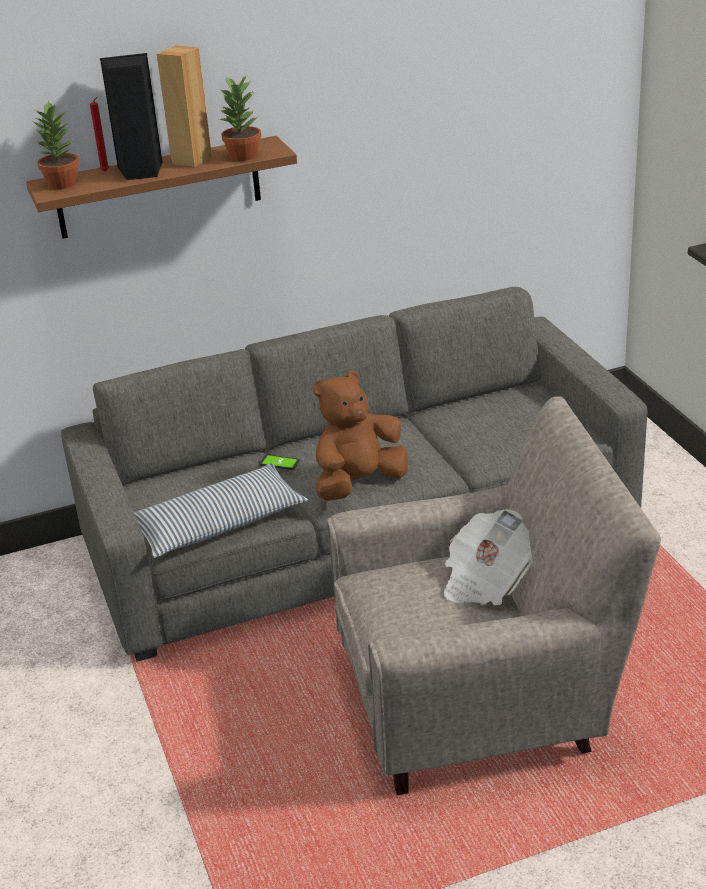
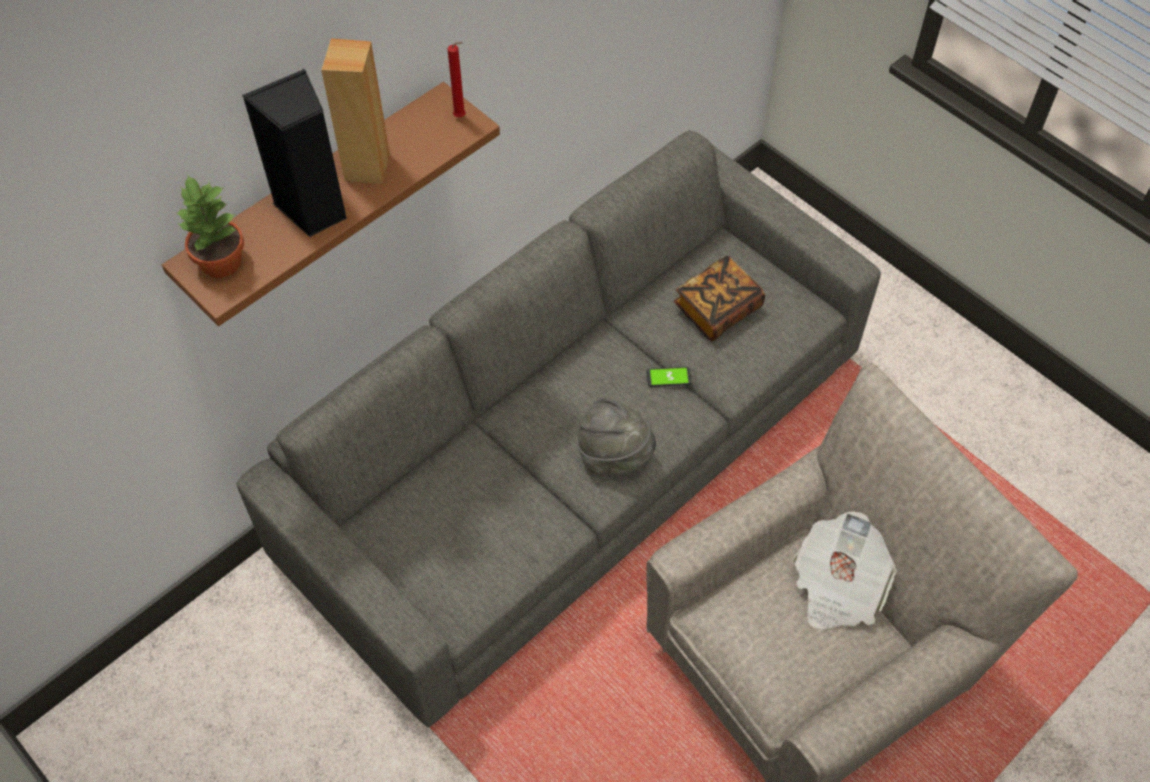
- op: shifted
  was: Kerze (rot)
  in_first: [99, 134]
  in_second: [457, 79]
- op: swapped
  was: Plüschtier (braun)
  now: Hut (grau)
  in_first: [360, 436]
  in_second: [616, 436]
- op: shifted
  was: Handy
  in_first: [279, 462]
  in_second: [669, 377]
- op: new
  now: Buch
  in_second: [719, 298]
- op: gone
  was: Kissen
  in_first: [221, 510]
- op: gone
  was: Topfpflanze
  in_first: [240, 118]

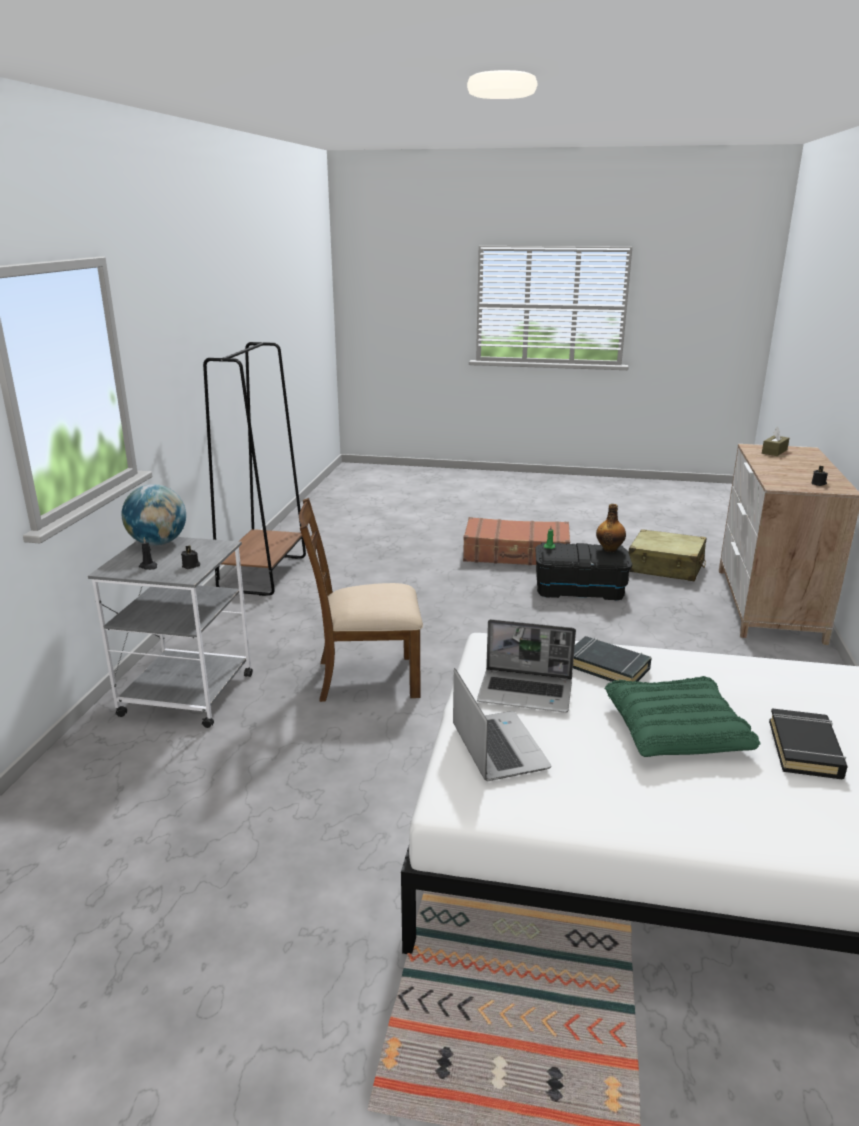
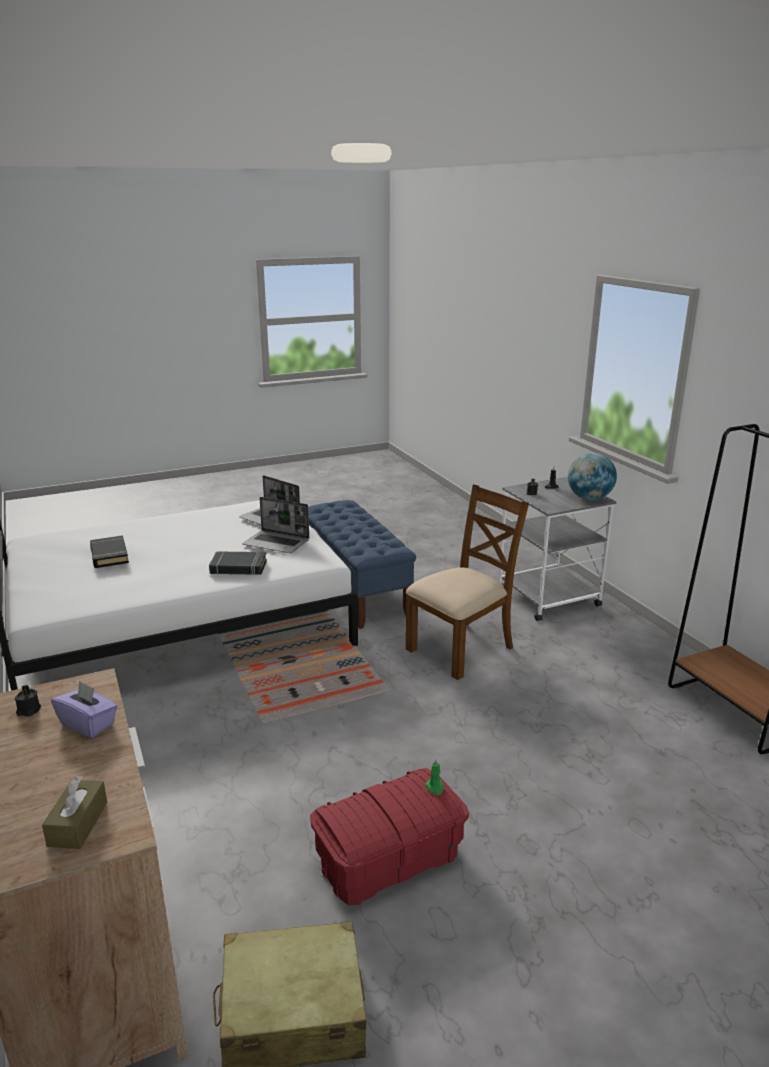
- op: new
  now: Taschentuchbox (lila)
  in_second: [84, 709]
- op: rotated
  was: Laptop
  in_first: [526, 666]
  in_second: [276, 525]
  clockwise: -135
- op: new
  now: Bank (blau)
  in_second: [362, 564]
- op: repainted
  was: Aufbewahrungsbox (schwarz)
  now: Aufbewahrungsbox (rot)
  in_first: [583, 572]
  in_second: [389, 836]
- op: gone
  was: Koffer (braun)
  in_first: [516, 541]
- op: gone
  was: Flasche
  in_first: [611, 528]
- op: gone
  was: Kissen (grün)
  in_first: [682, 716]

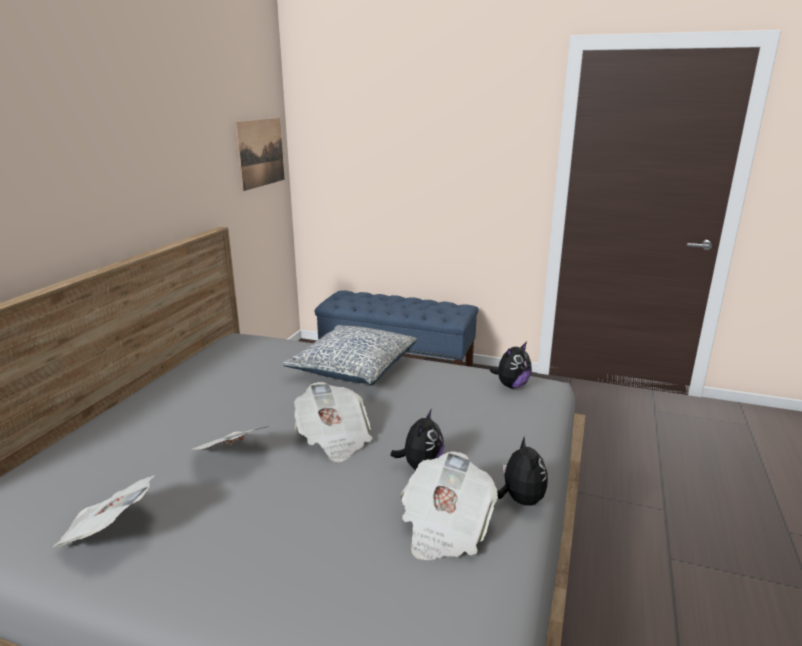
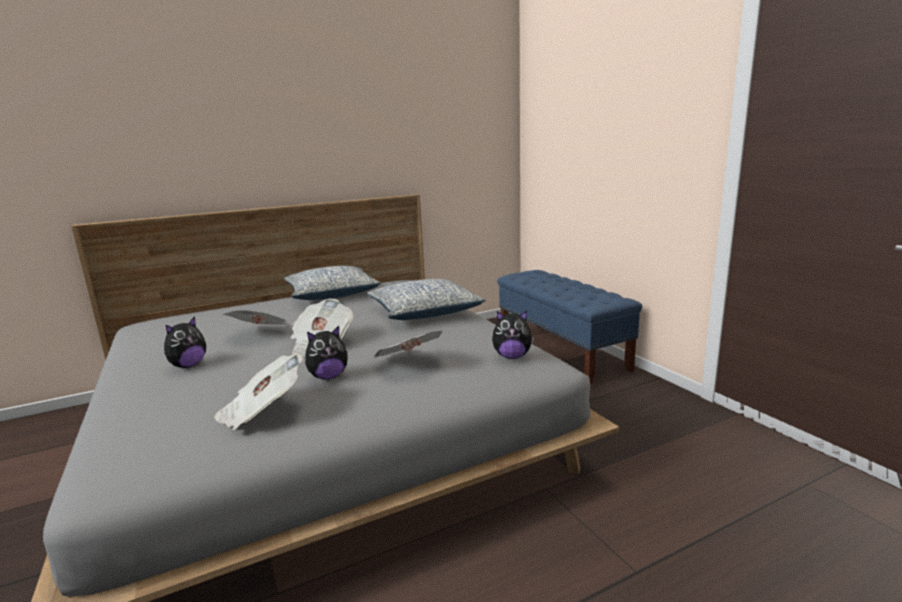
- op: shifted
  was: Plüschtier
  in_first: [522, 471]
  in_second: [185, 342]
- op: new
  now: Kissen
  in_second: [332, 283]
- op: shifted
  was: Zeitung
  in_first: [104, 511]
  in_second: [408, 344]
- op: gone
  was: Bild
  in_first: [260, 154]

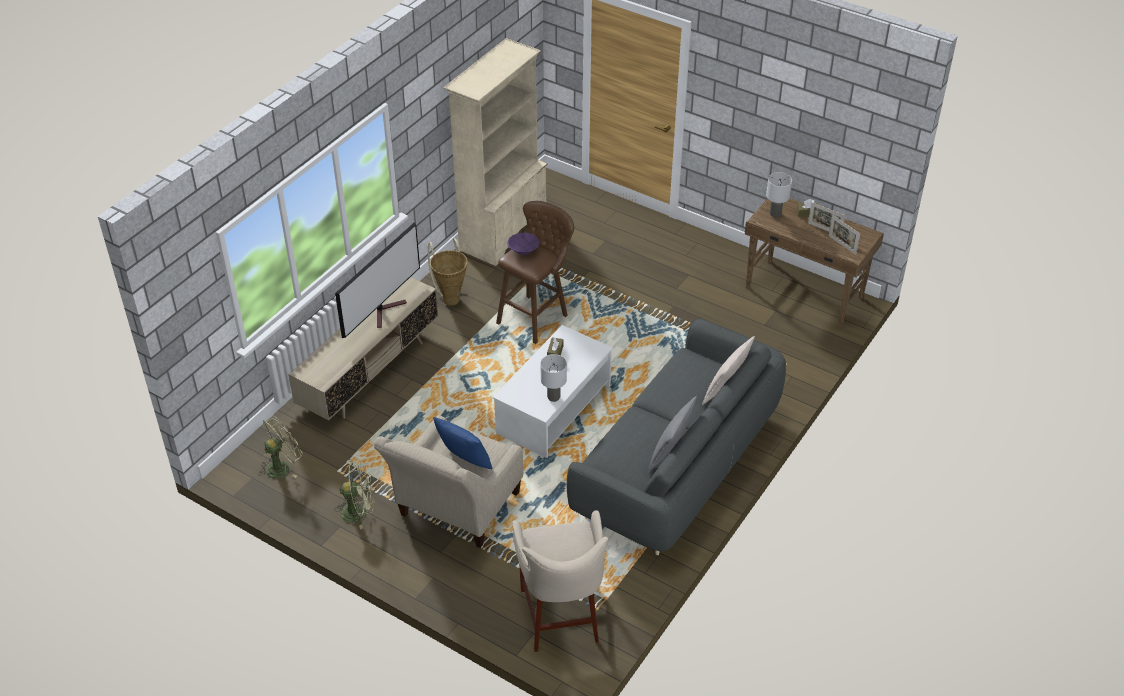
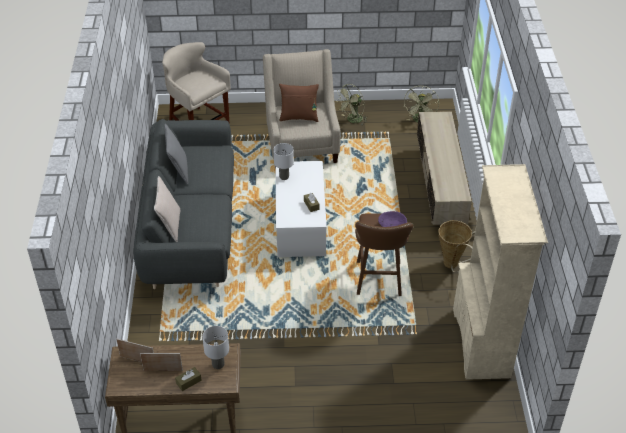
- op: repainted
  was: Kissen (blau)
  now: Kissen (braun)
  in_first: [463, 443]
  in_second: [299, 103]
- op: gone
  was: Fernseher
  in_first: [377, 280]

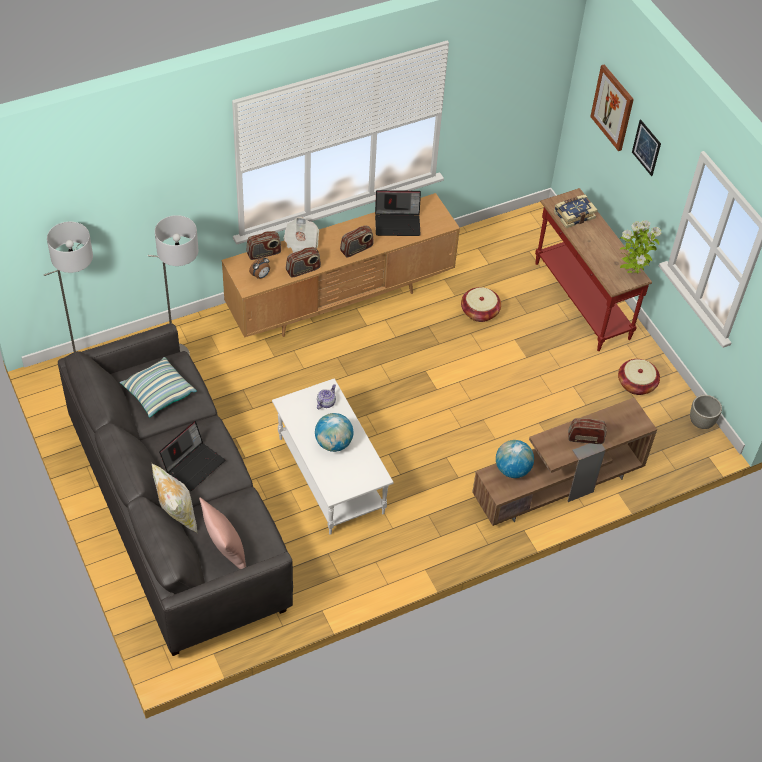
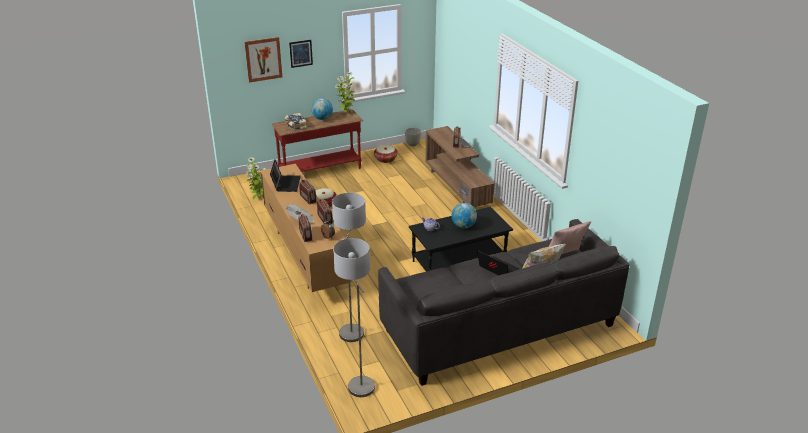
- op: new
  now: Topfpflanze
  in_second: [256, 178]
- op: shifted
  was: Globus
  in_first: [515, 459]
  in_second: [322, 109]
- op: repainted
  was: Couchtisch (weiß)
  now: Couchtisch (schwarz)
  in_first: [333, 456]
  in_second: [461, 239]
- op: gone
  was: Kissen
  in_first: [158, 387]

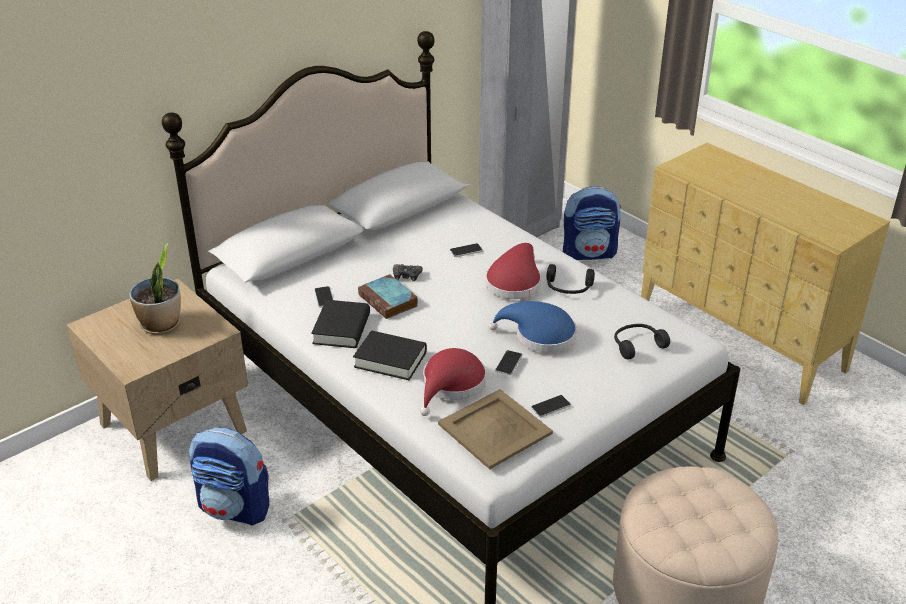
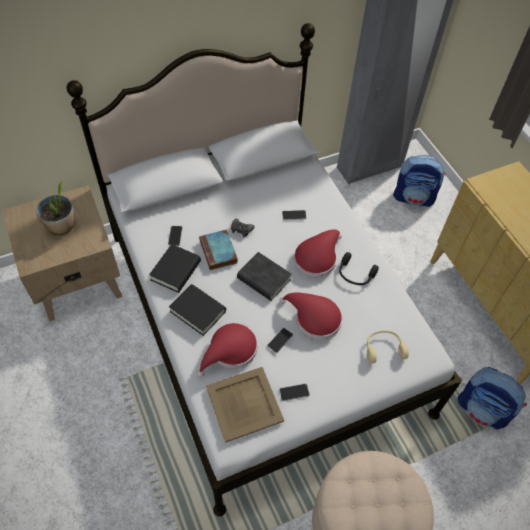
- op: new
  now: Buch (schwarz)
  in_second: [264, 276]
- op: repainted
  was: Hut (blau)
  now: Hut (rot)
  in_first: [532, 327]
  in_second: [310, 316]
- op: repainted
  was: Kopfhörer (schwarz)
  now: Kopfhörer (beige)
  in_first: [642, 341]
  in_second: [388, 346]
- op: shifted
  was: Rucksack
  in_first: [229, 476]
  in_second: [492, 398]

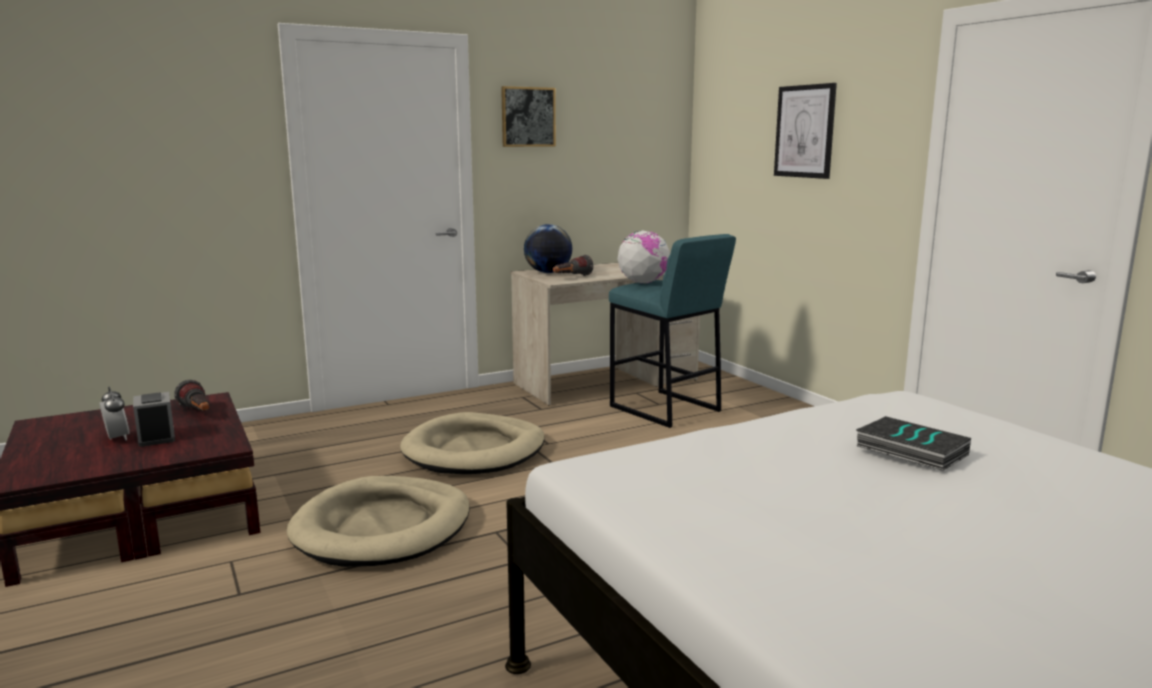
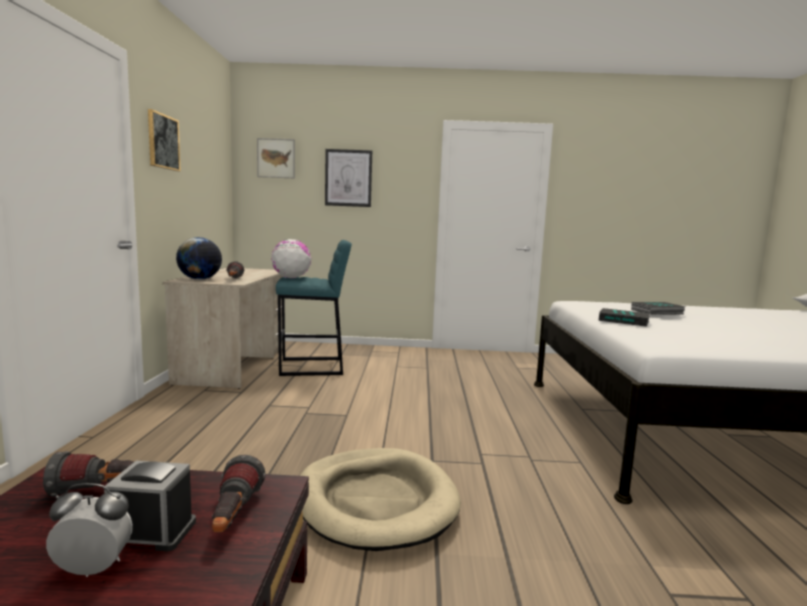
- op: new
  now: Taschenlampe
  in_second: [239, 493]
- op: new
  now: Bild
  in_second: [276, 158]
- op: new
  now: Buch
  in_second: [624, 317]
- op: gone
  was: Hundebett (beige)
  in_first: [472, 443]

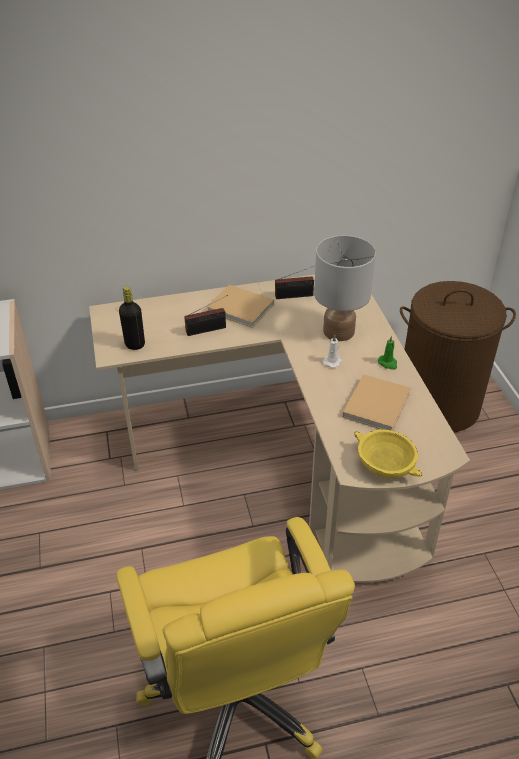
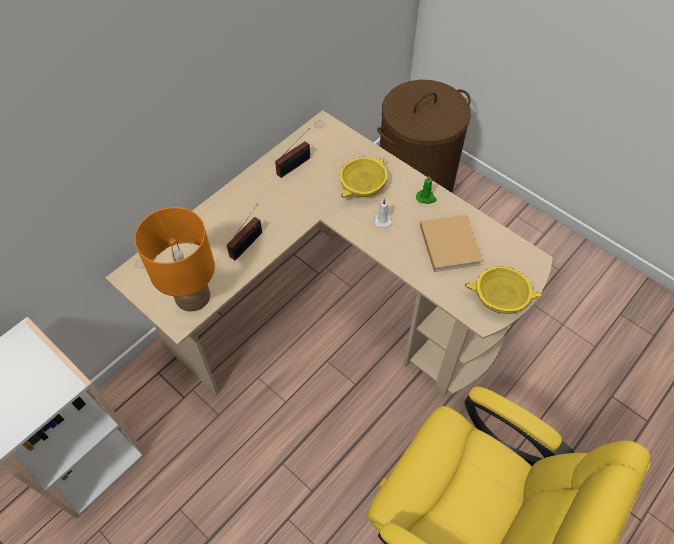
- op: swapped
  was: Flasche (schwarz)
  now: Tischlampe (orange)
  in_first: [132, 318]
  in_second: [175, 259]
- op: swapped
  was: Tischlampe (grau)
  now: Schüssel (gelb)
  in_first: [345, 288]
  in_second: [363, 177]
- op: gone
  was: Buch (beige)
  in_first: [240, 306]

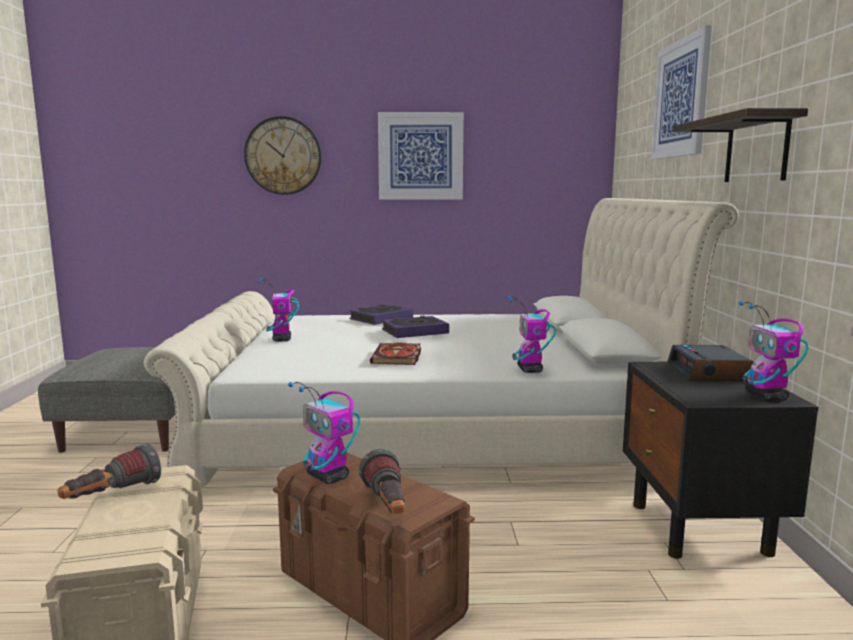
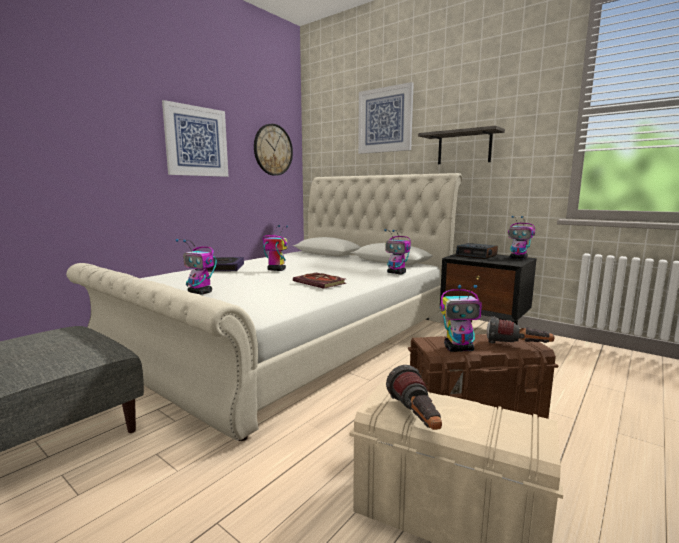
- op: shifted
  was: Wanduhr
  in_first: [283, 155]
  in_second: [273, 150]
- op: swapped
  was: Buch
  now: Spielzeugroboter
  in_first: [415, 327]
  in_second: [275, 248]

